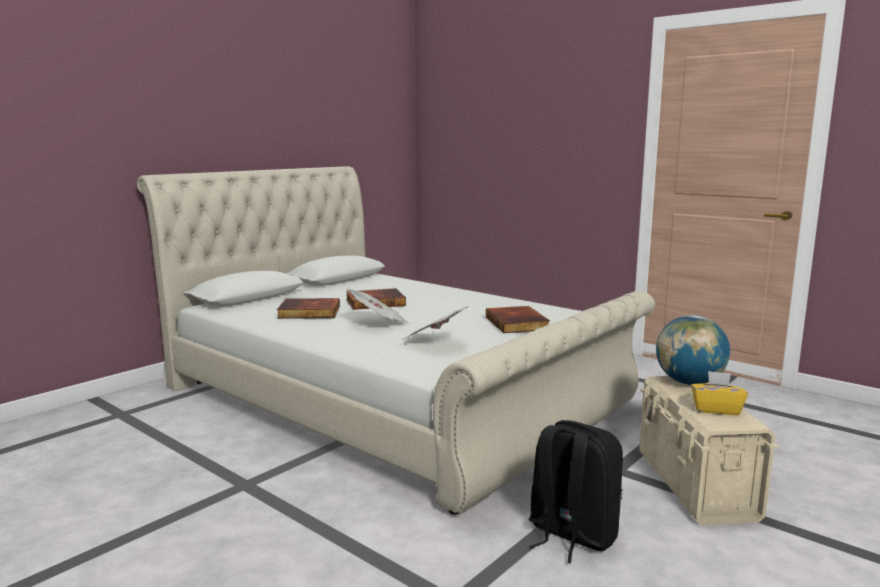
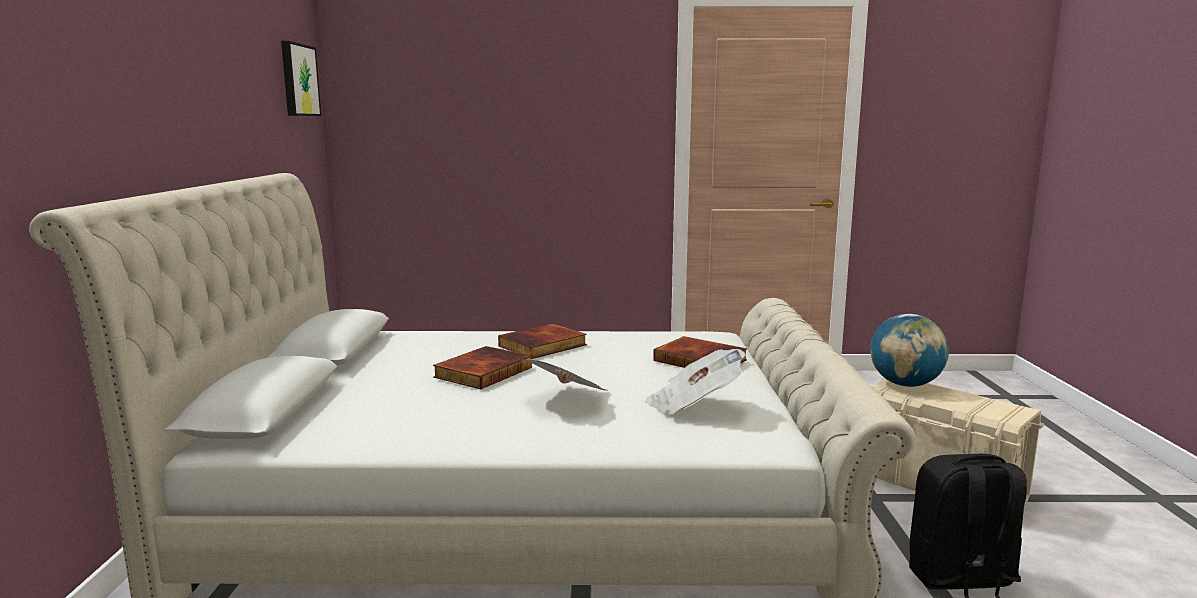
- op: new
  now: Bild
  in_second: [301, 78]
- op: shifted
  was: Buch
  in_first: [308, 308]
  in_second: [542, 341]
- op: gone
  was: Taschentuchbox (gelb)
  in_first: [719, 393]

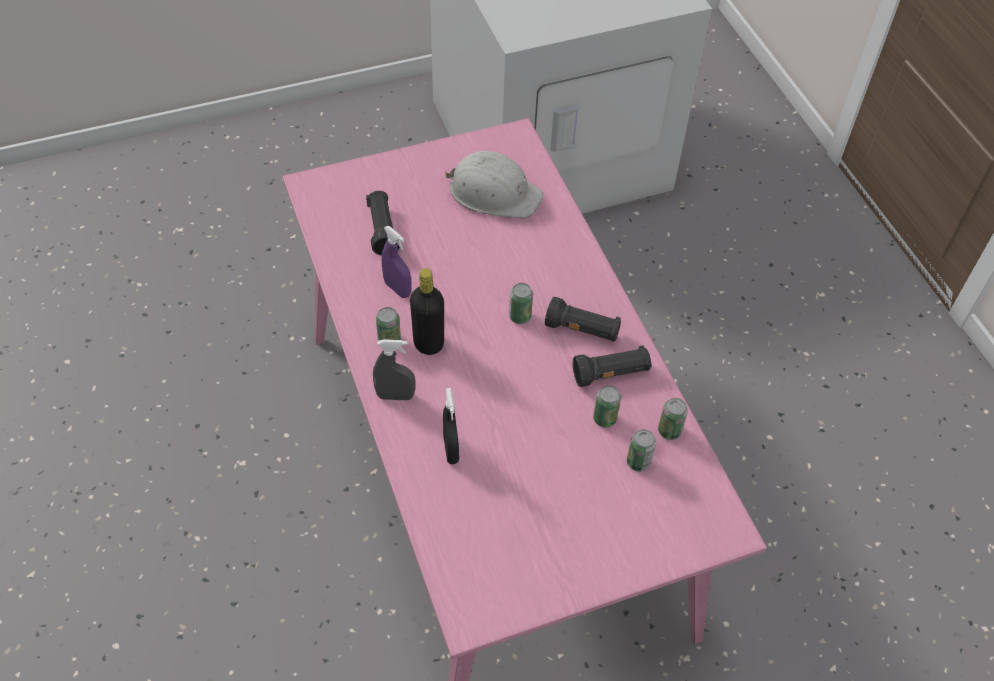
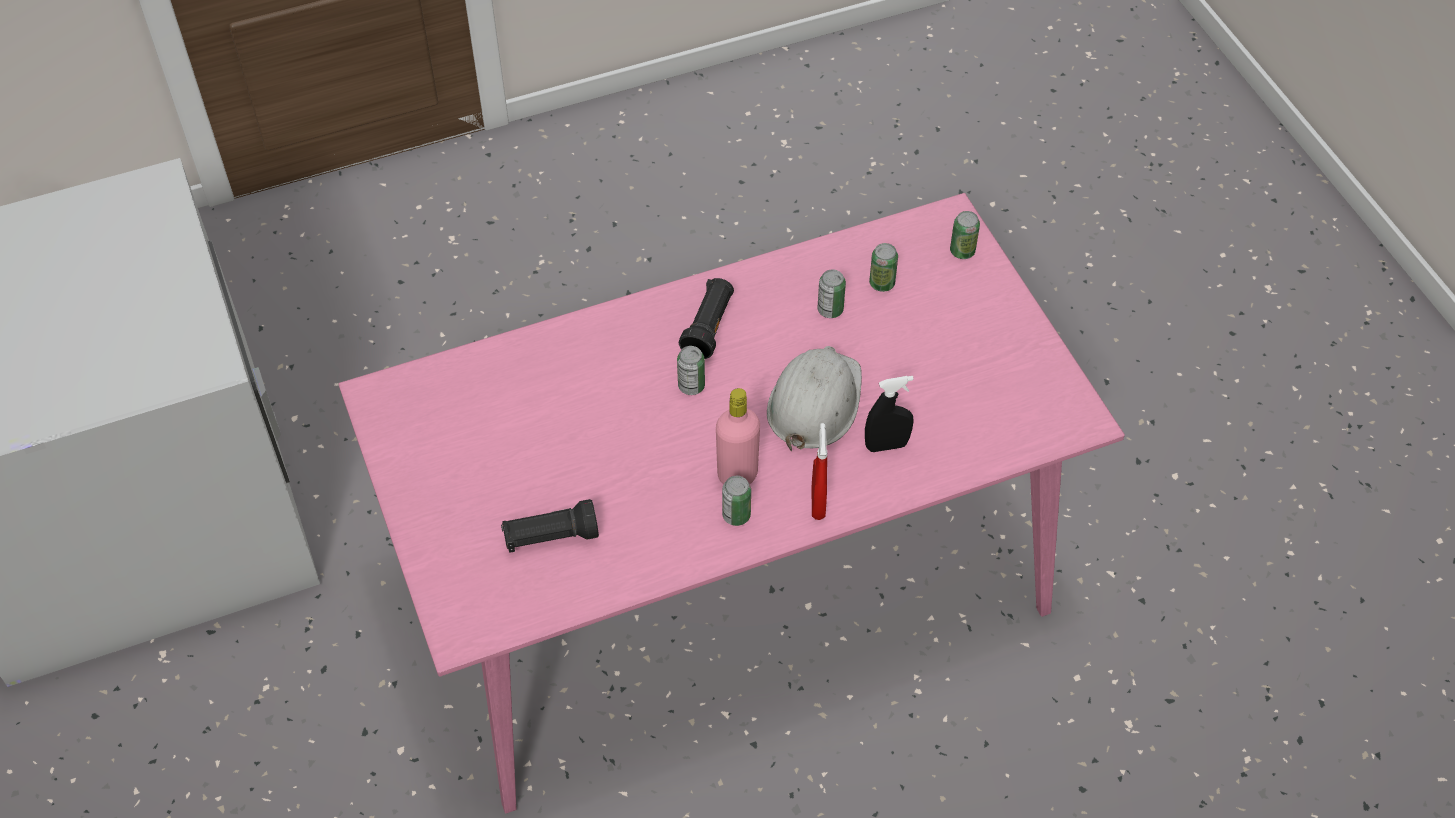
- op: repainted
  was: Flasche (schwarz)
  now: Flasche (rosa)
  in_first: [427, 311]
  in_second: [738, 436]
- op: shifted
  was: Schutzhelm (weiß)
  in_first: [493, 184]
  in_second: [814, 398]
- op: repainted
  was: Sprühflasche (grau)
  now: Sprühflasche (rot)
  in_first: [394, 369]
  in_second: [819, 471]
- op: shifted
  was: Dose
  in_first: [673, 419]
  in_second: [965, 235]
- op: gone
  was: Sprühflasche (lila)
  in_first: [396, 262]
- op: gone
  was: Taschenlampe (schwarz)
  in_first: [612, 366]

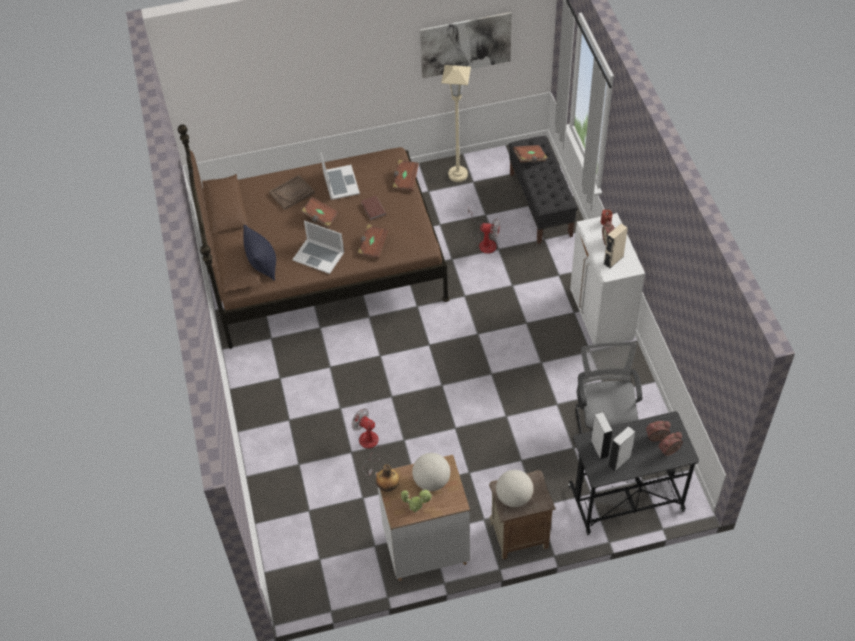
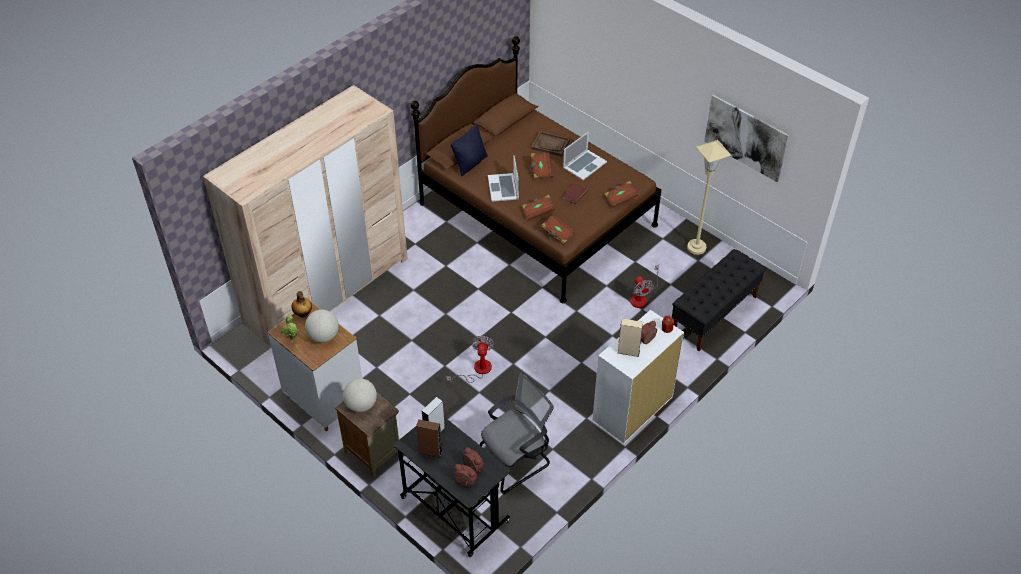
- op: new
  now: Kleiderschrank (beige)
  in_second: [305, 216]
- op: repainted
  was: Lautsprecher (grau)
  now: Lautsprecher (braun)
  in_first: [621, 449]
  in_second: [429, 438]
- op: shifted
  was: Ventilator
  in_first: [366, 442]
  in_second: [470, 359]
- op: shifted
  was: Buch (braun)
  in_first: [530, 154]
  in_second: [558, 230]

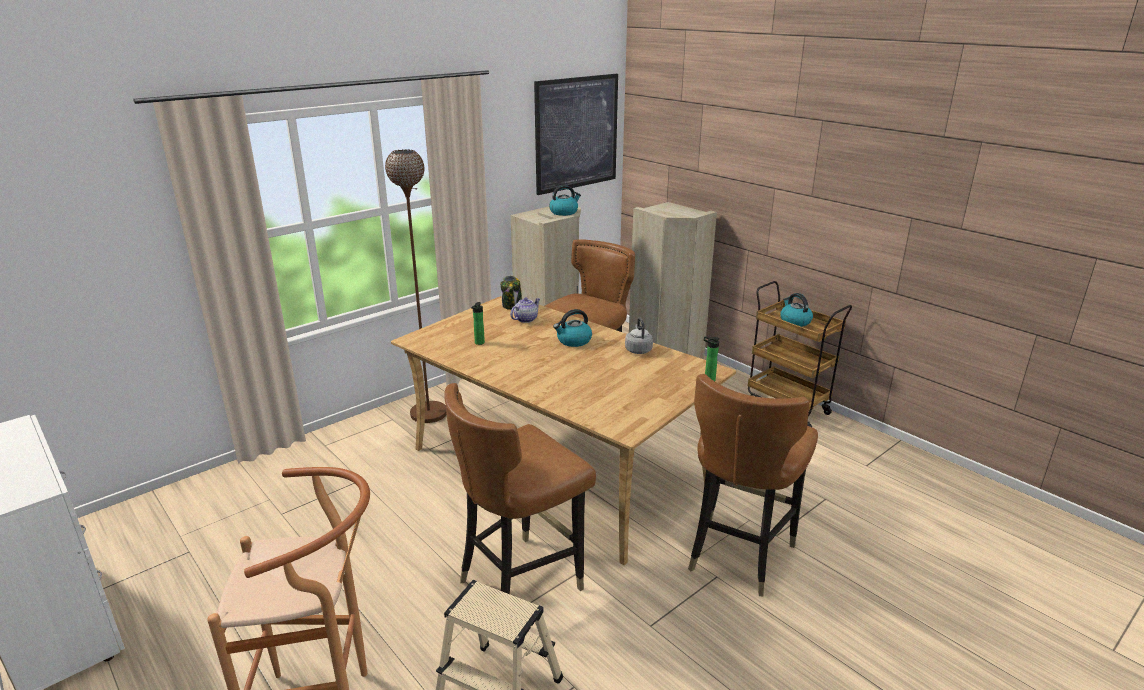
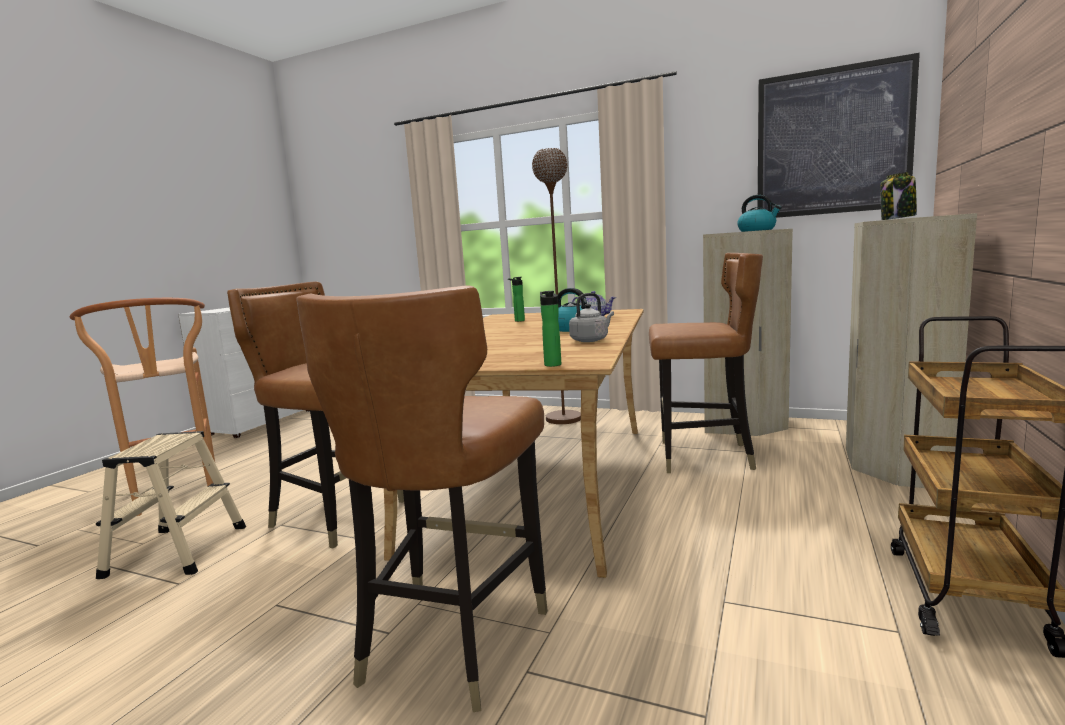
- op: rotated
  was: Stuhl (braun)
  in_first: [753, 485]
  in_second: [422, 499]
  clockwise: -75
- op: shifted
  was: Vorratsglas
  in_first: [511, 293]
  in_second: [898, 196]
- op: gone
  was: Wasserkessel
  in_first: [796, 310]

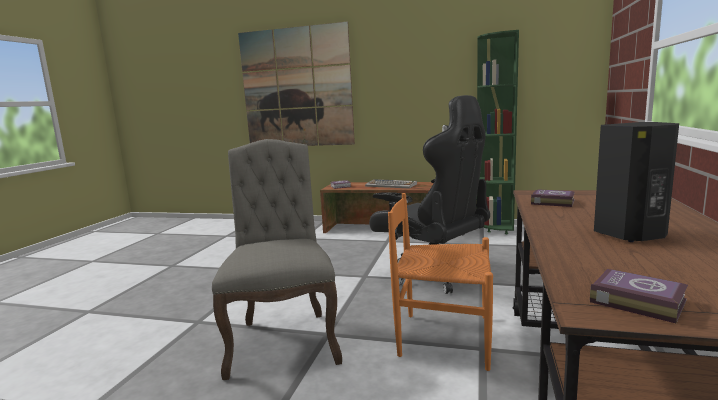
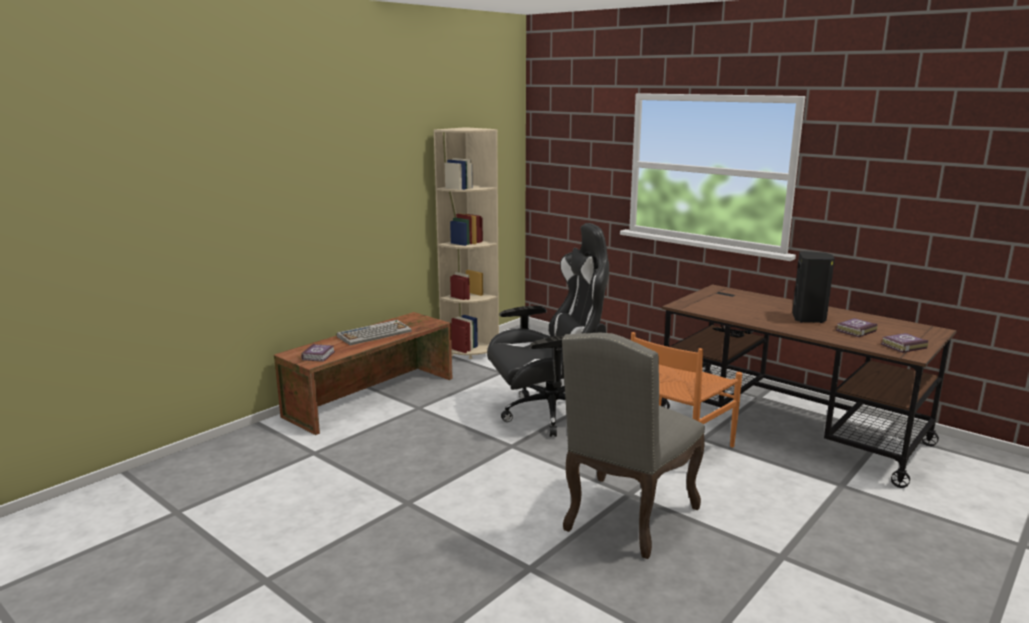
- op: repainted
  was: Bücherregal (grün)
  now: Bücherregal (beige)
  in_first: [498, 132]
  in_second: [466, 243]
- op: rotated
  was: Stuhl (grau)
  in_first: [277, 259]
  in_second: [633, 446]
  clockwise: -75
- op: shifted
  was: Buch
  in_first: [553, 198]
  in_second: [857, 327]
- op: gone
  was: Bild
  in_first: [296, 83]

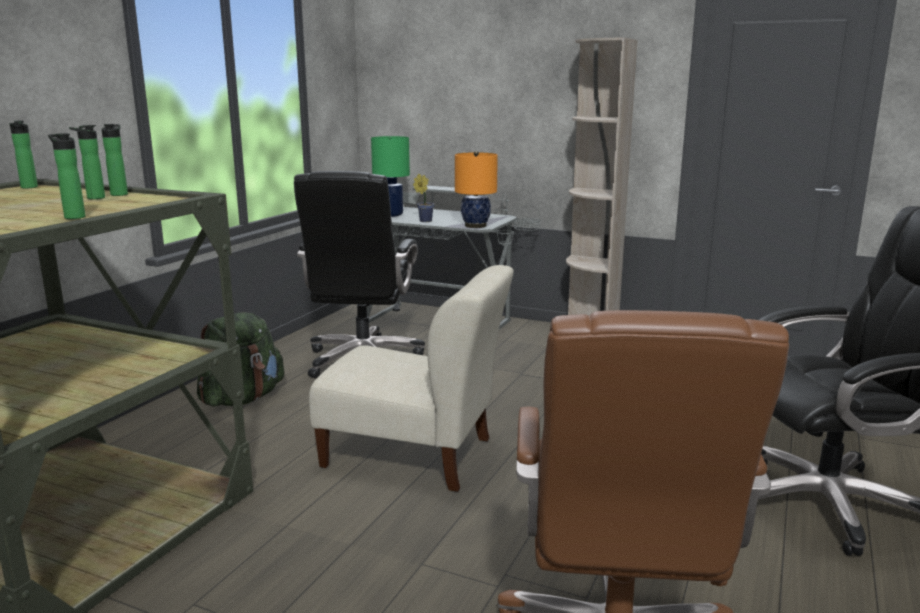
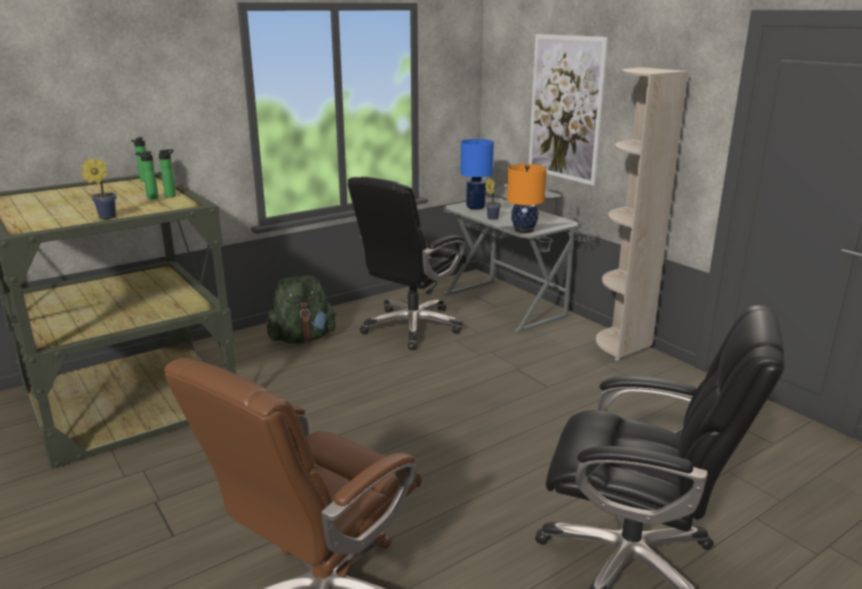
- op: swapped
  was: Flasche
  now: Topfpflanze
  in_first: [66, 176]
  in_second: [98, 188]
- op: repainted
  was: Tischlampe (grün)
  now: Tischlampe (blau)
  in_first: [390, 176]
  in_second: [477, 174]
- op: new
  now: Bild
  in_second: [568, 110]
- op: gone
  was: Stuhl (beige)
  in_first: [411, 378]

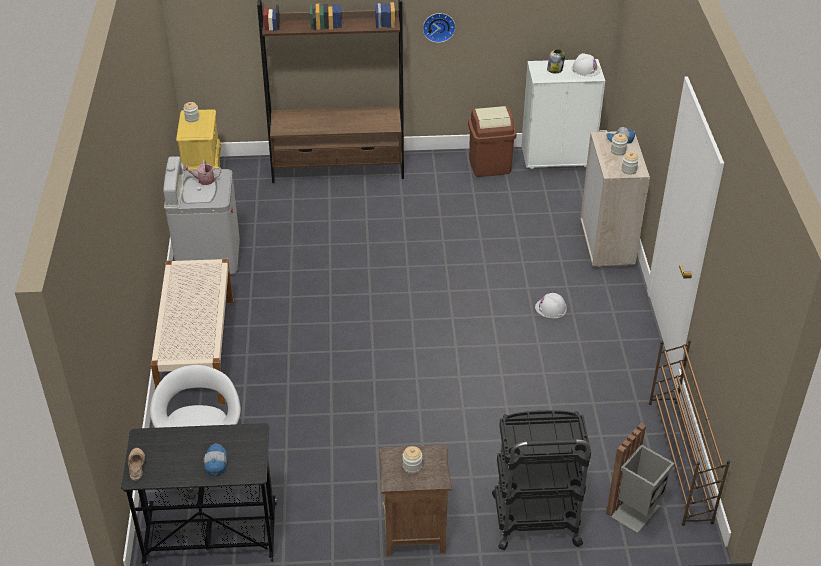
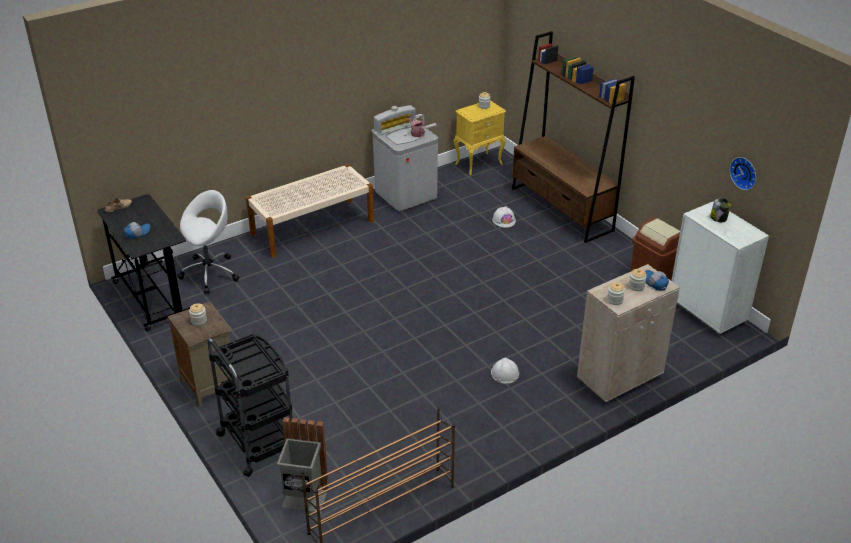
- op: shifted
  was: Schutzhelm (weiß)
  in_first: [586, 64]
  in_second: [504, 217]
- op: shifted
  was: Wanduhr
  in_first: [439, 28]
  in_second: [743, 173]

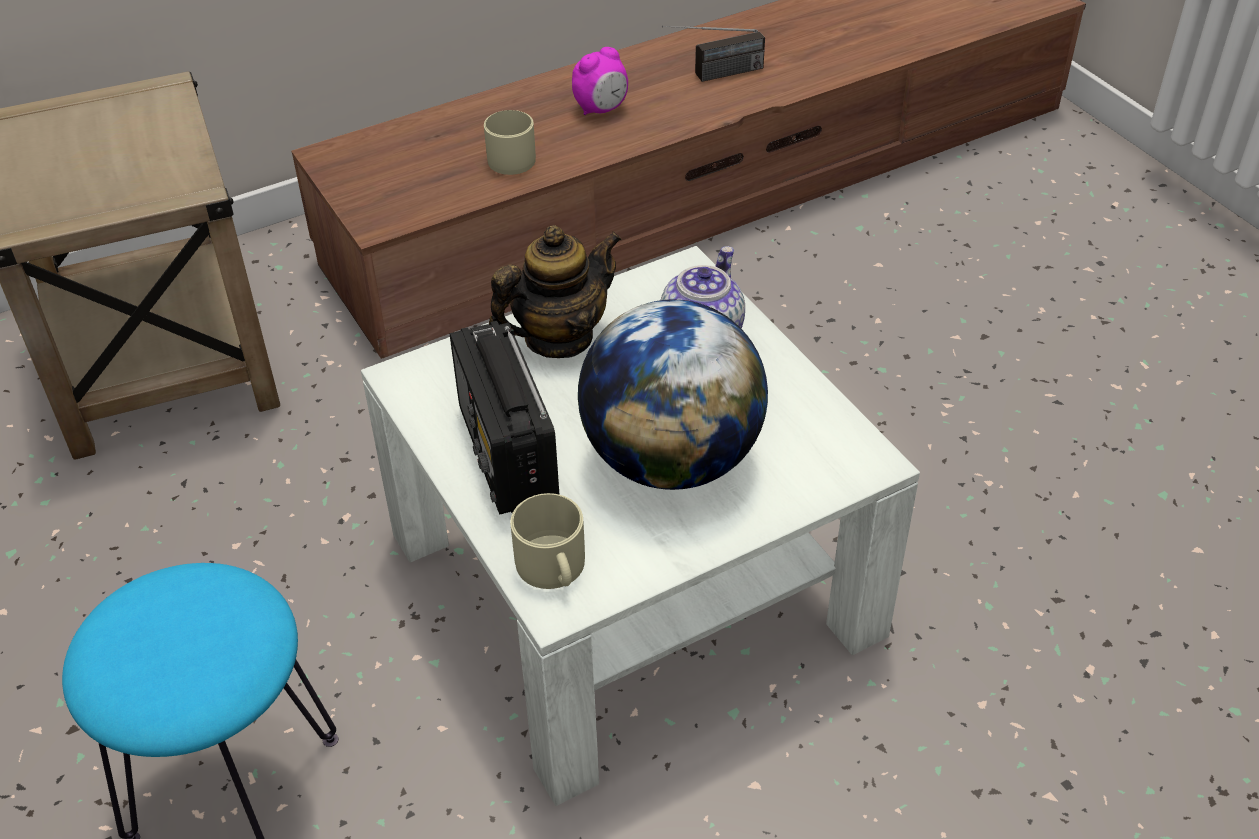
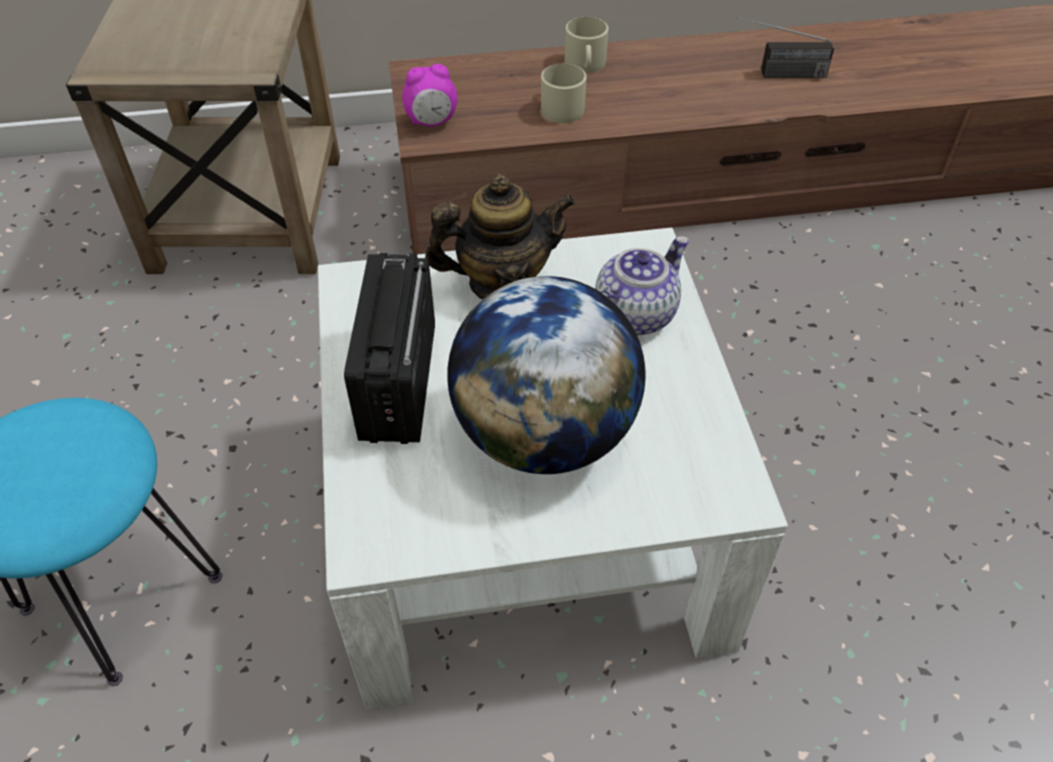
- op: shifted
  was: Wecker
  in_first: [600, 81]
  in_second: [430, 95]
- op: shifted
  was: Henkelbecher (beige)
  in_first: [547, 541]
  in_second: [586, 45]

